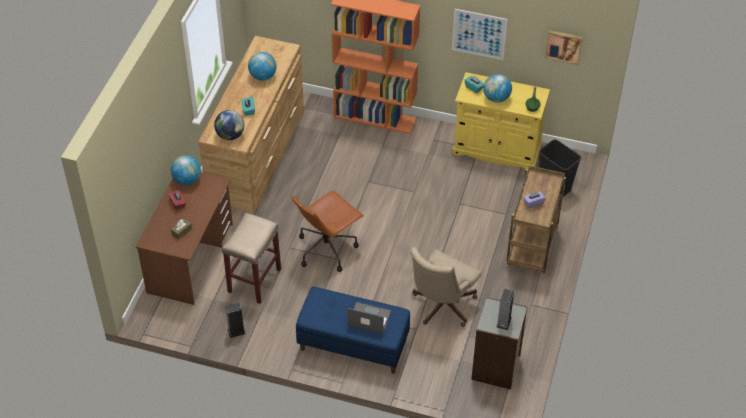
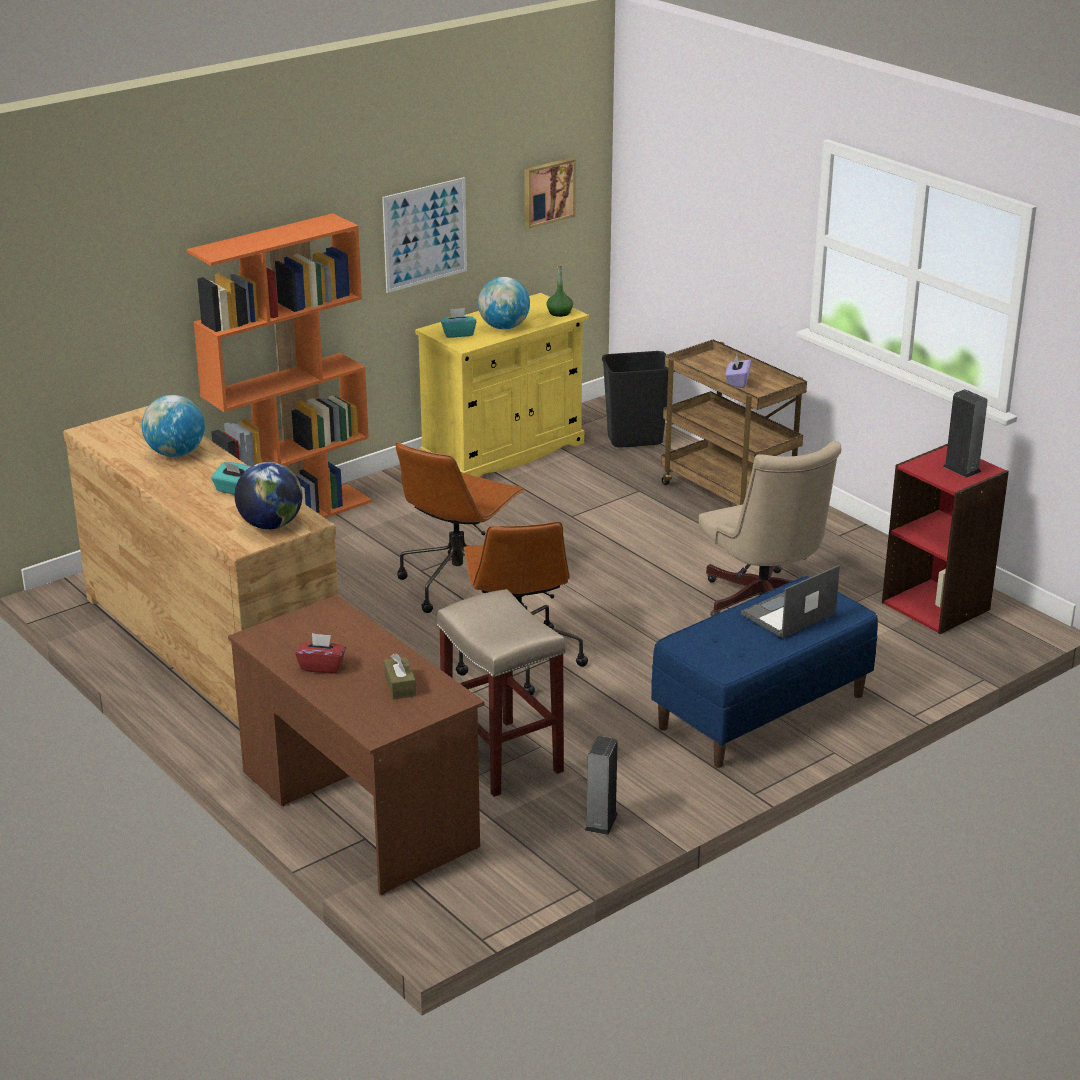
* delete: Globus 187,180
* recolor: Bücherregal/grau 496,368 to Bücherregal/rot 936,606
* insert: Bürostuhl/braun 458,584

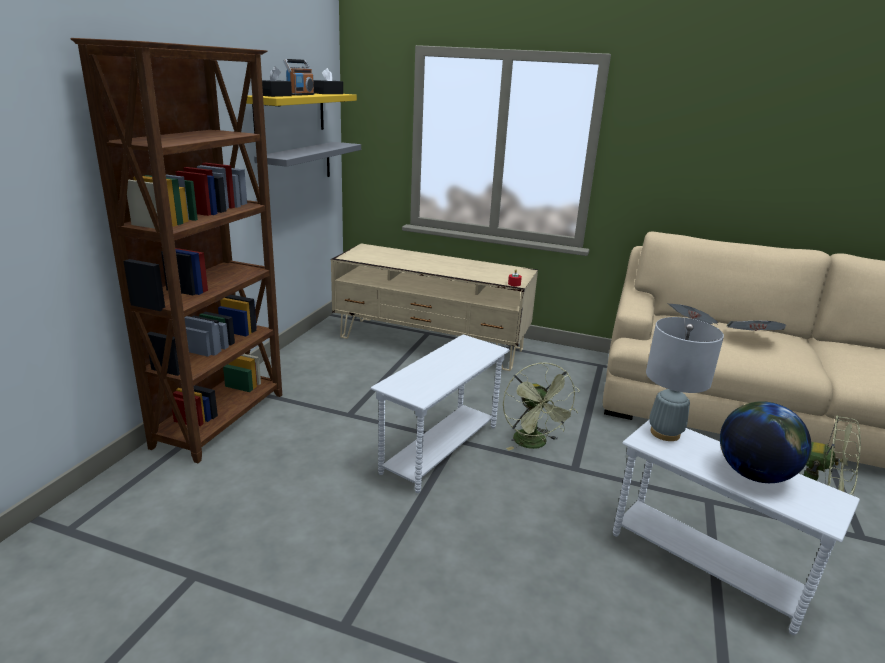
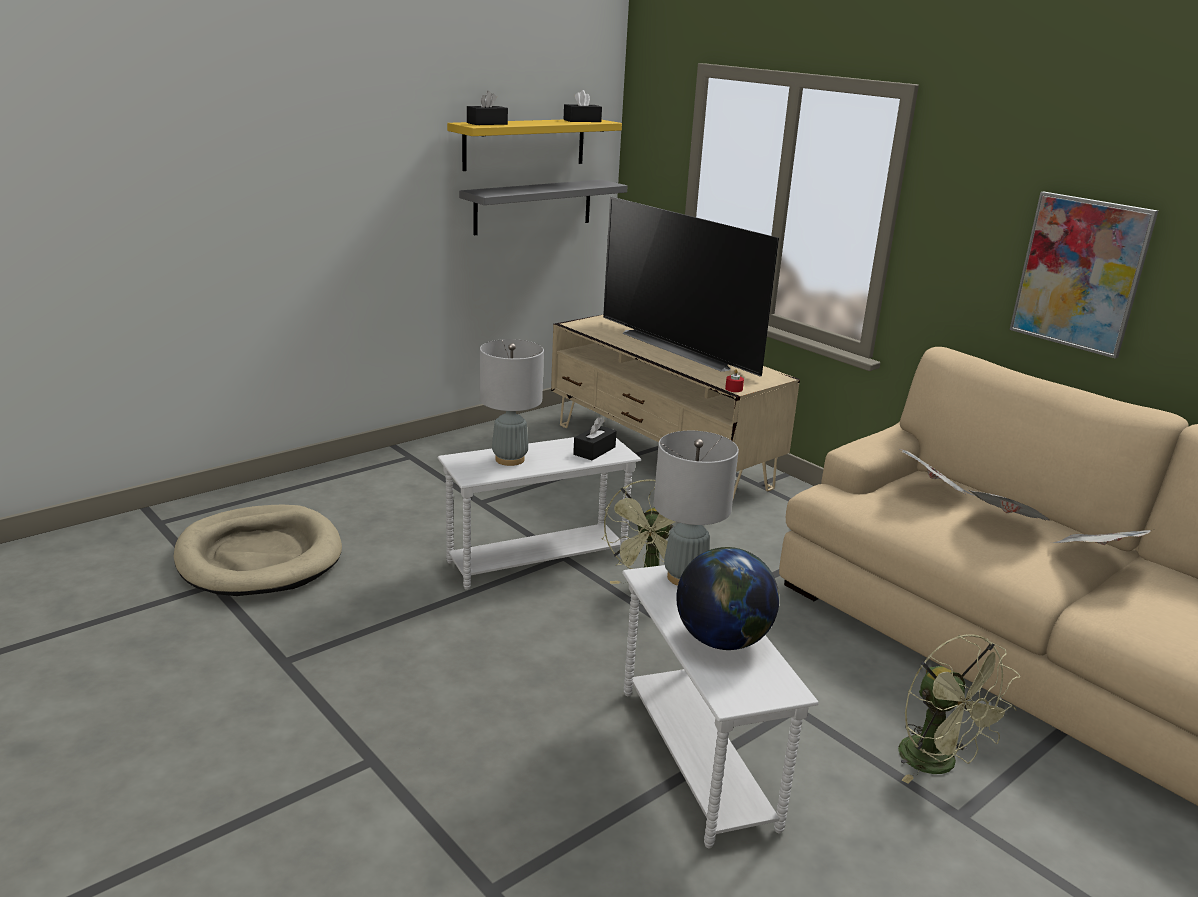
* delete: Bücherregal/braun 223,419
* delete: Radio 300,95
* insert: Bild 1080,273
* insert: Fernseher 682,348
* insert: Tischlampe/grau 510,459
* insert: Taschentuchbox/schwarz 594,451
* insert: Hundebett/beige 259,557
* insert: Zeitung 1094,557

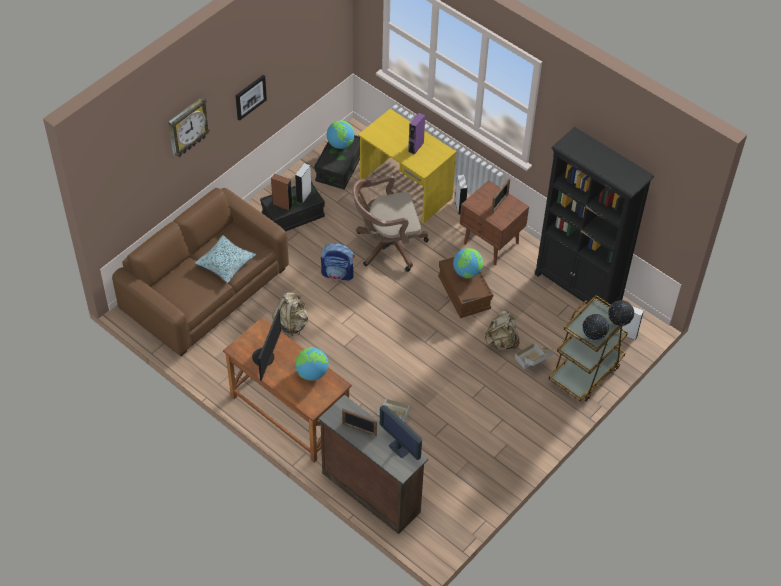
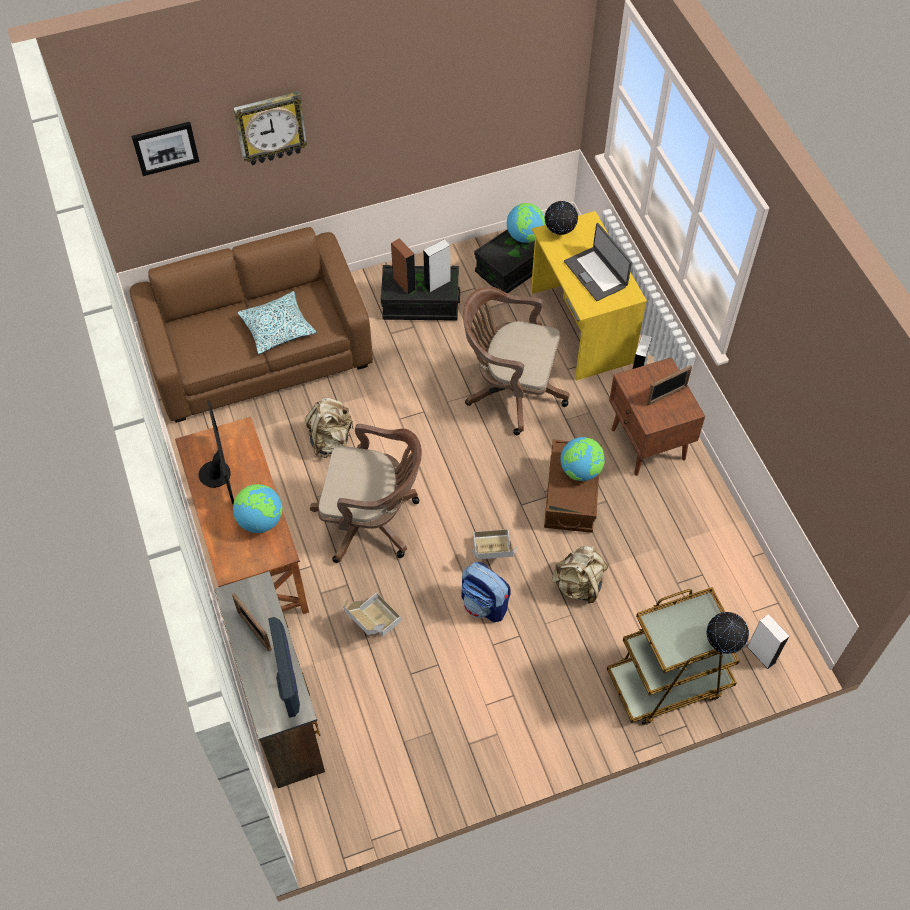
* move: Bild 250,97 to 165,147
* replace: Lautsprecher/lila 416,147 to Laptop 596,274
* delete: Bücherregal/schwarz 578,287
* move: Rucksack 338,273 to 485,604
* rotate: Monitor 266,358 = 218,473 60 degrees counterclockwise
* move: Globus 593,336 to 559,232
* move: Karton 533,363 to 492,554
* insert: Bürostuhl/braun 372,521

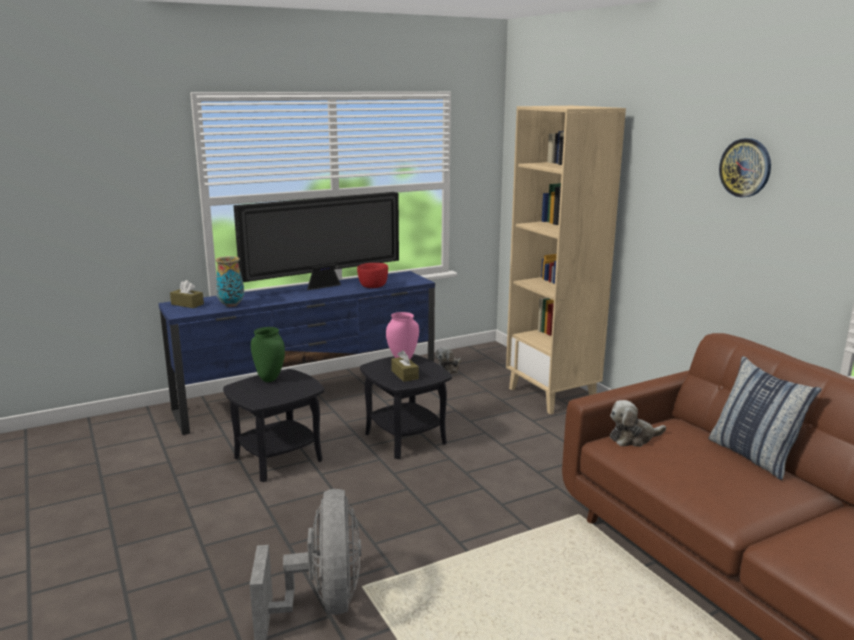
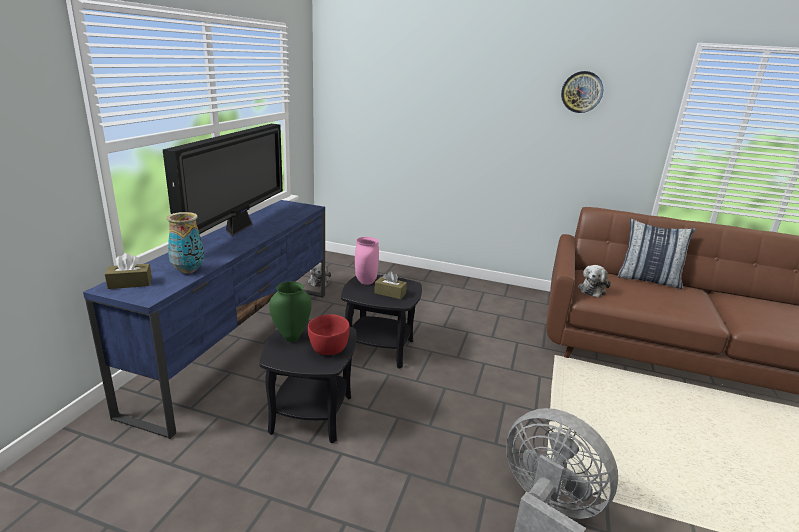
* delete: Bücherregal/beige 552,395
* move: Schüssel/rot 372,287 to 328,349

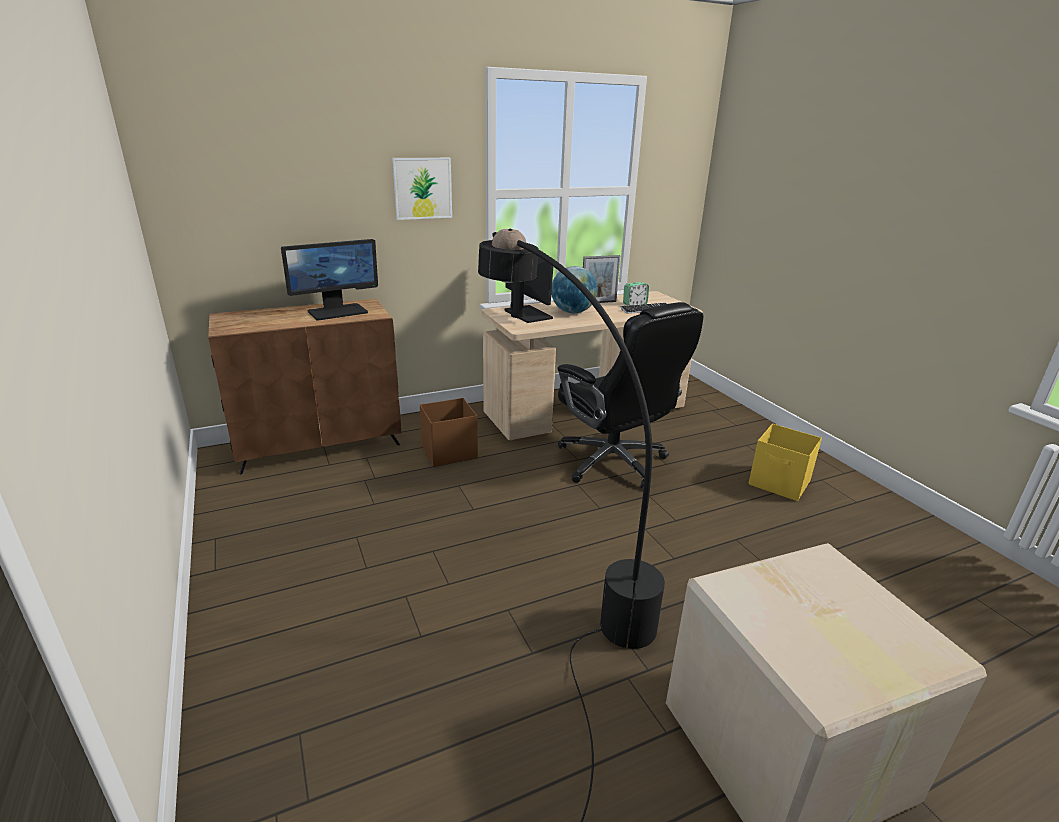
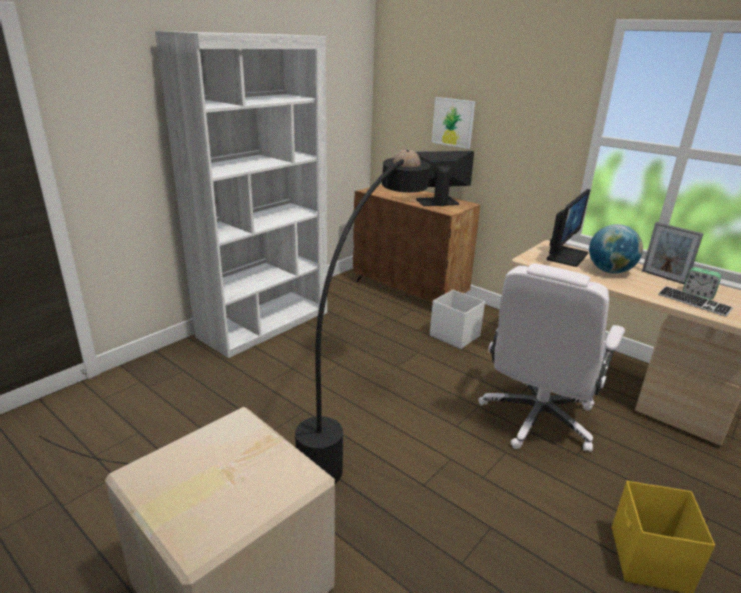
* move: Bild 422,188 to 453,122
* rotate: Monitor 337,312 = 437,202 135 degrees clockwise
* recolor: Bürostuhl/schwarz 614,463 to Bürostuhl/weiß 537,419
* recolor: Aufbewahrungsbox/braun 448,452 to Aufbewahrungsbox/weiß 454,335
* insert: Bücherregal/weiß 265,324

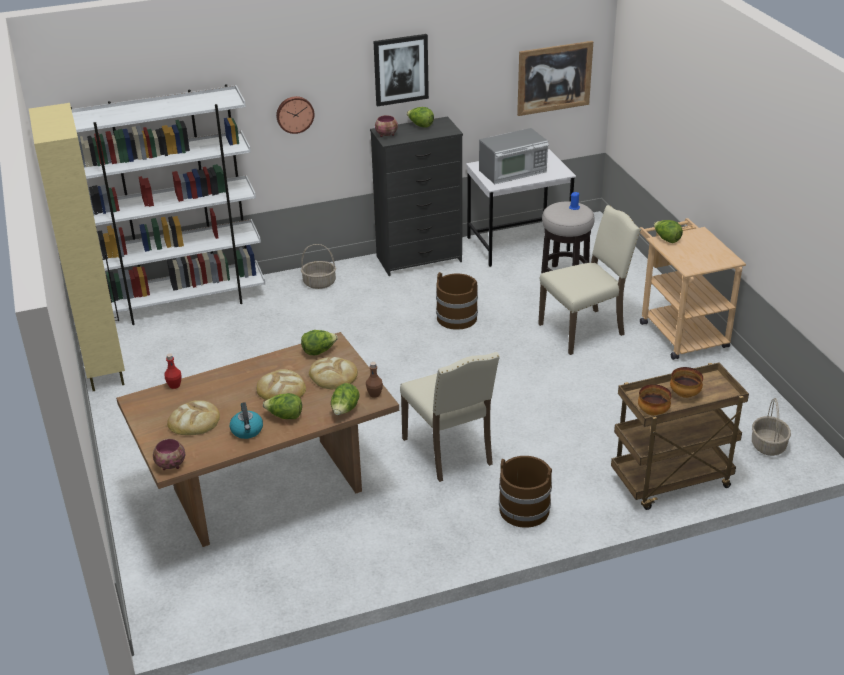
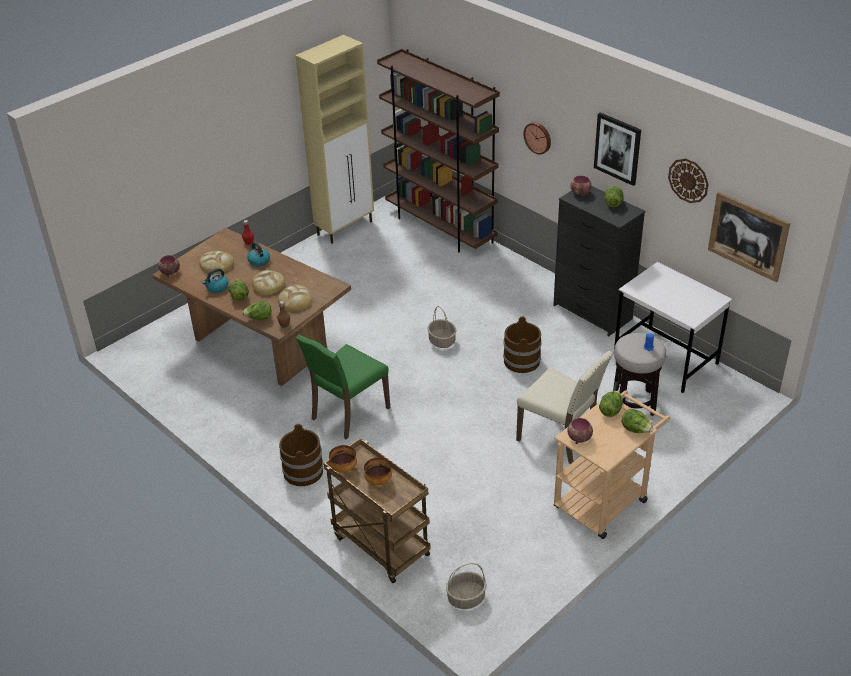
* recolor: Bücherregal/weiß 184,302 to Bücherregal/braun 440,228
* delete: Mikrowelle 513,171
* move: Korb 319,283 to 441,341
* move: Salatkopf 319,351 to 635,430
* recolor: Stuhl/beige 450,452 to Stuhl/grün 348,413
* insert: Wanduhr 688,180
* insert: Wasserkessel 258,261
* insert: Schüssel 578,438

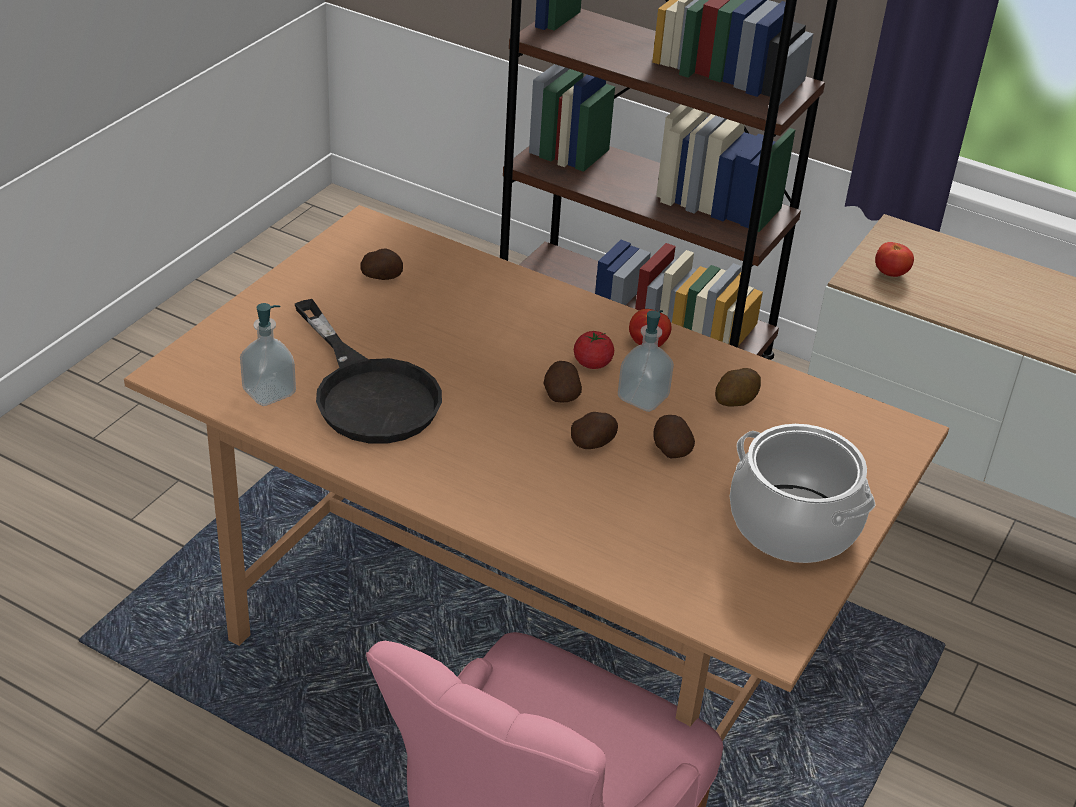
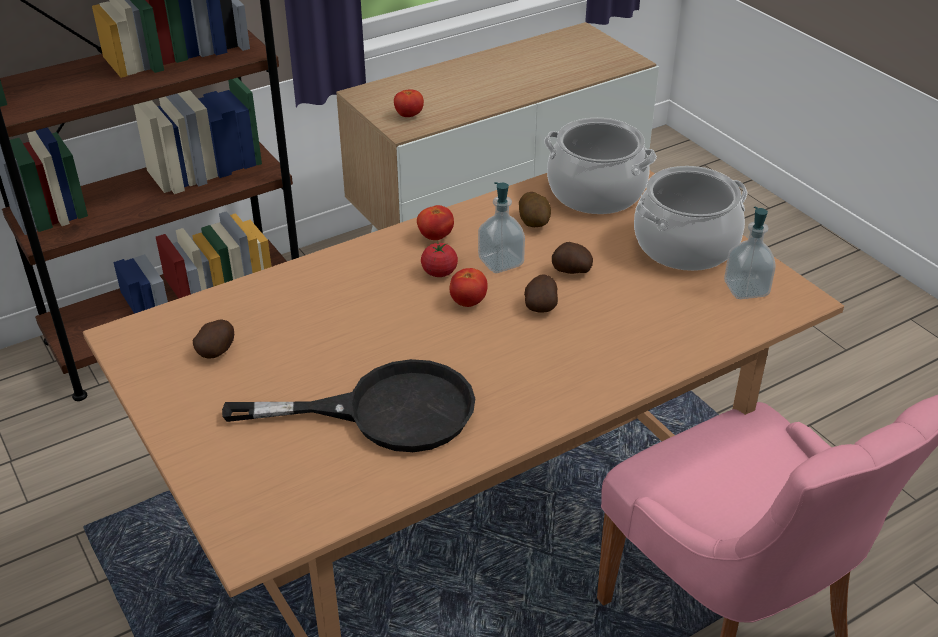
* move: Seifenspender 269,392 to 746,289
* replace: Kartoffel 560,395 to Tomate 468,302
* insert: Kochtopf 595,193

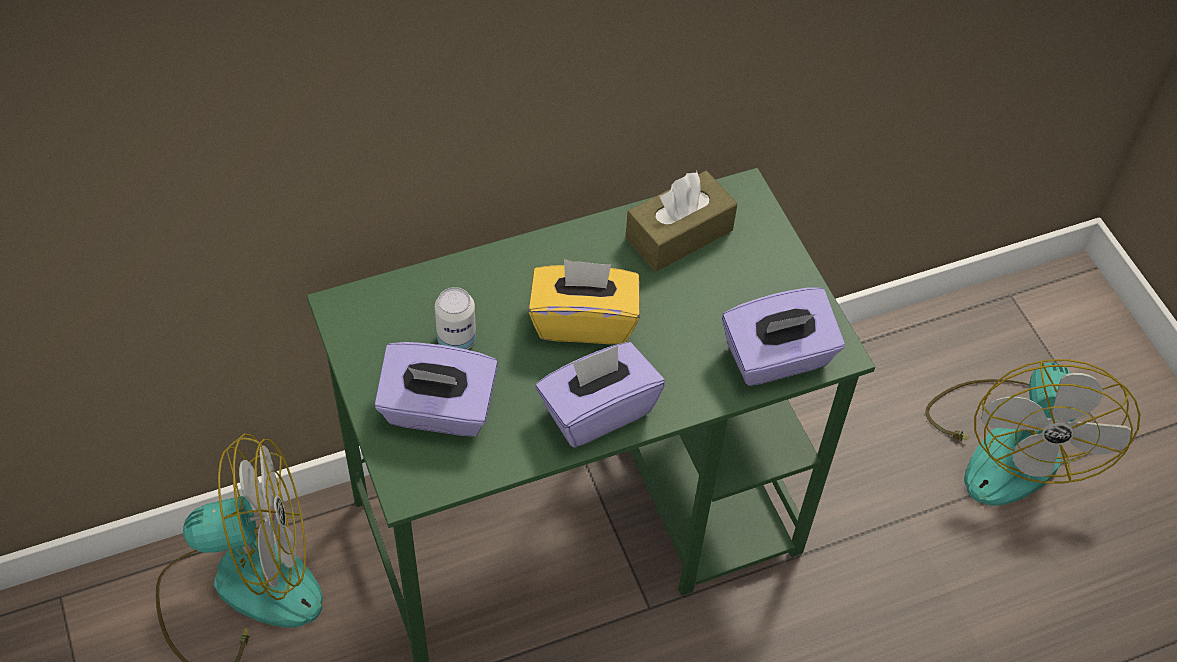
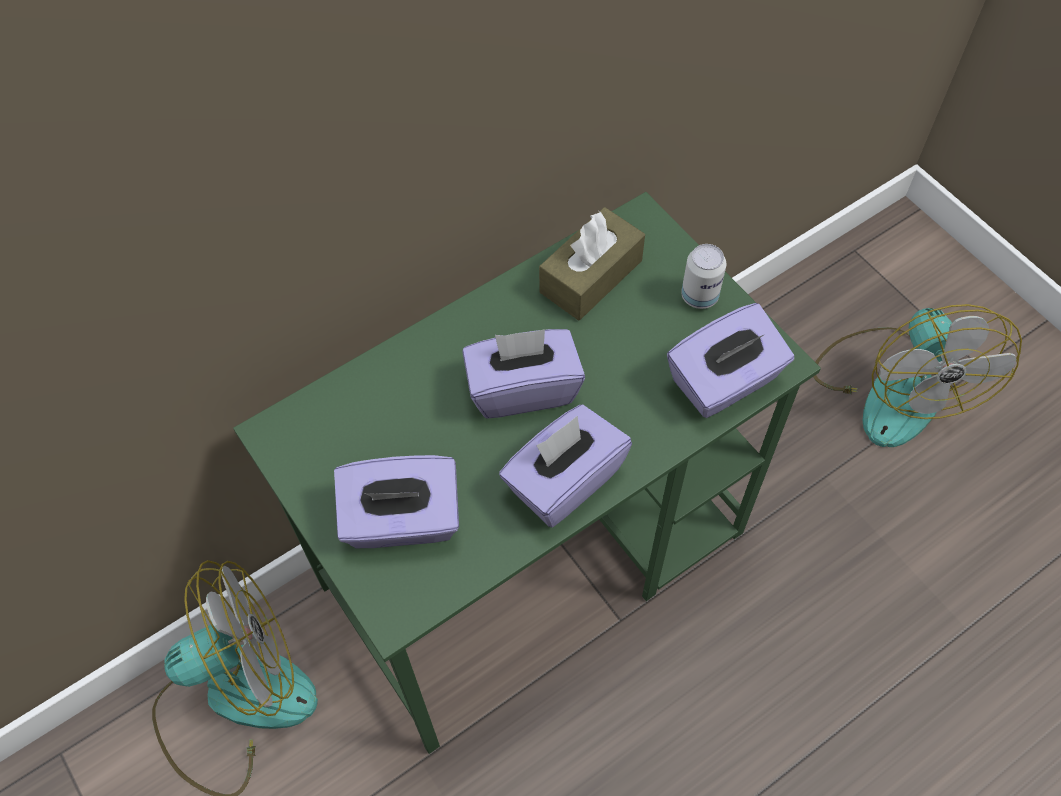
* recolor: Taschentuchbox/gelb 583,321 to Taschentuchbox/lila 523,388
* move: Dose 456,340 to 699,296

